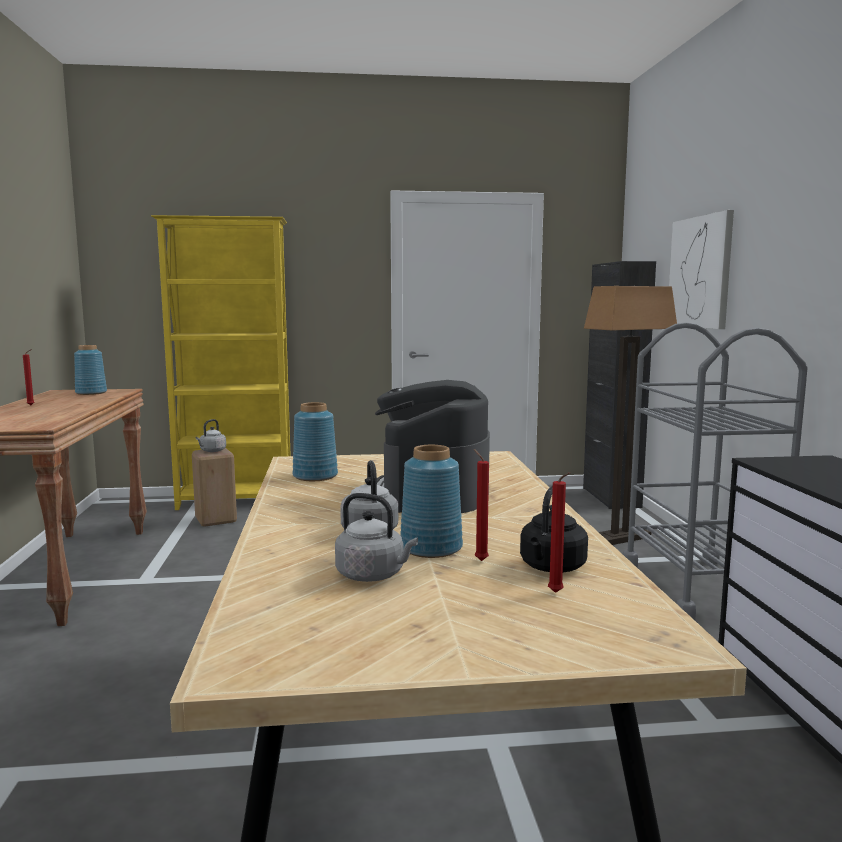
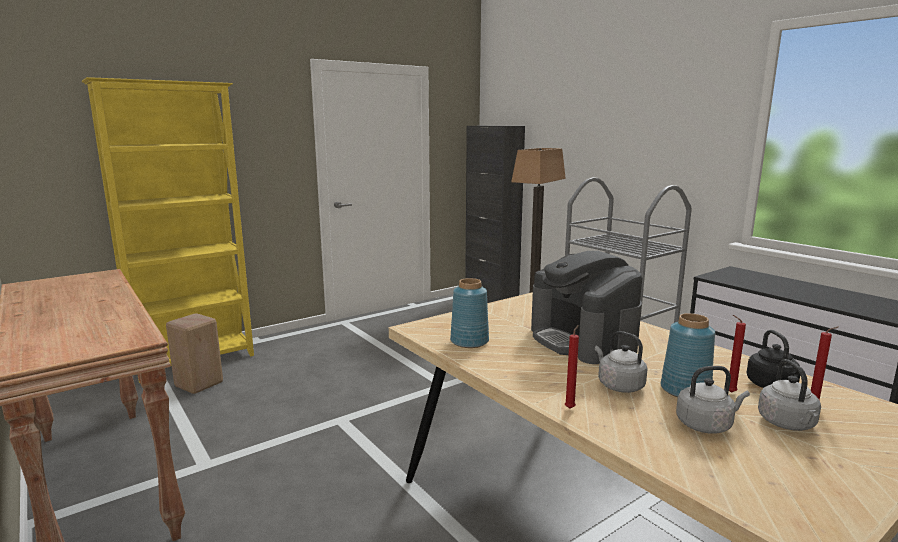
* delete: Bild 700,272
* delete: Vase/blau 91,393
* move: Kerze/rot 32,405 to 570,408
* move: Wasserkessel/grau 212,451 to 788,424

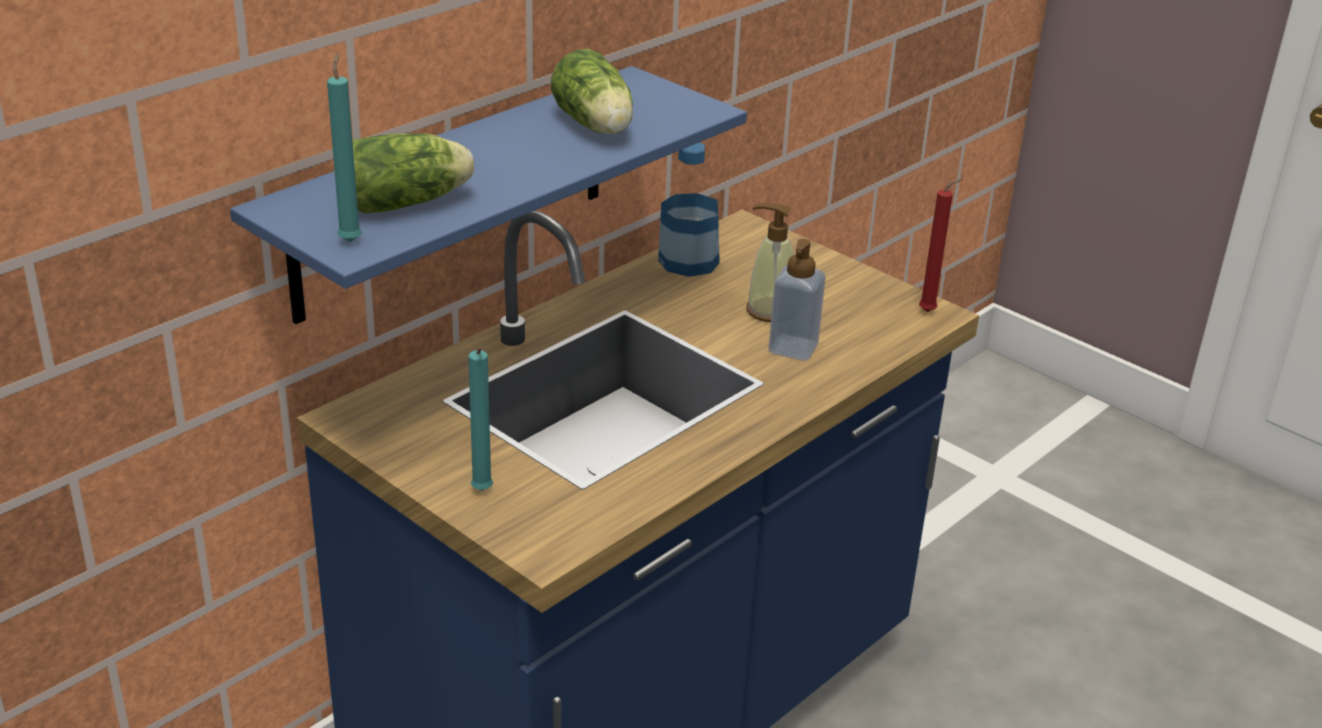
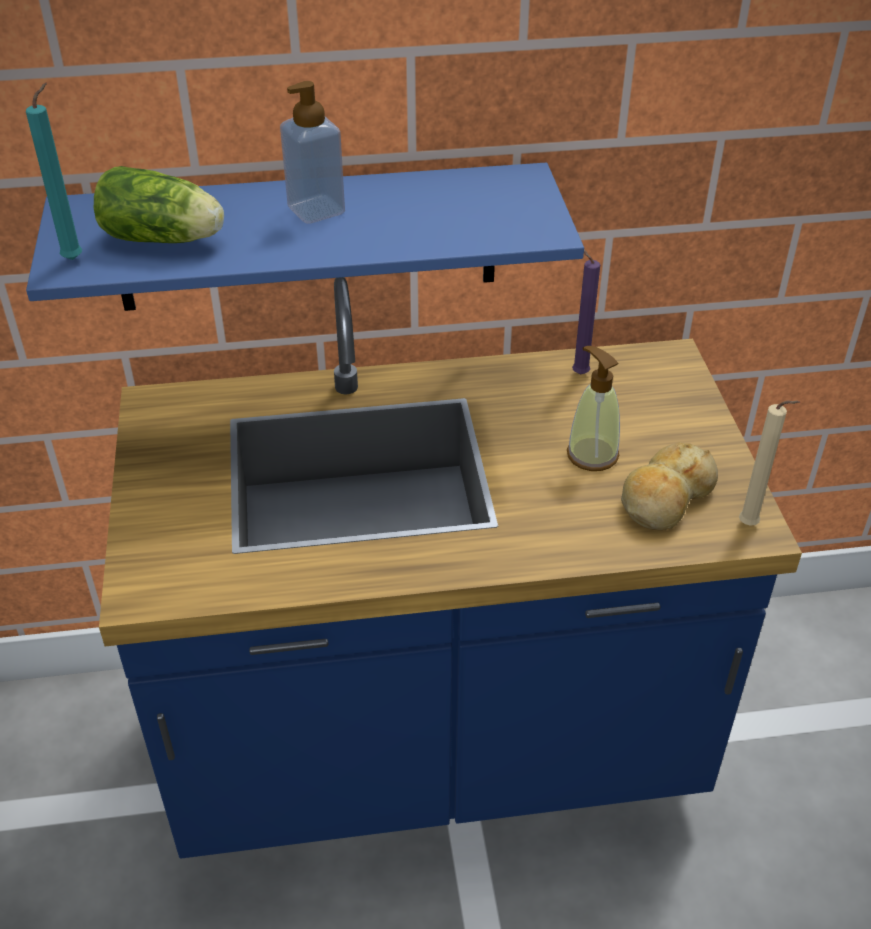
* delete: Salatkopf 595,126
* replace: Flasche 688,261 to Kerze/lila 578,373
* recolor: Kerze/rot 930,312 to Kerze/beige 751,526
* move: Seifenspender 793,348 to 316,210
* delete: Kerze/türkis 482,493
* insert: Brot 665,499

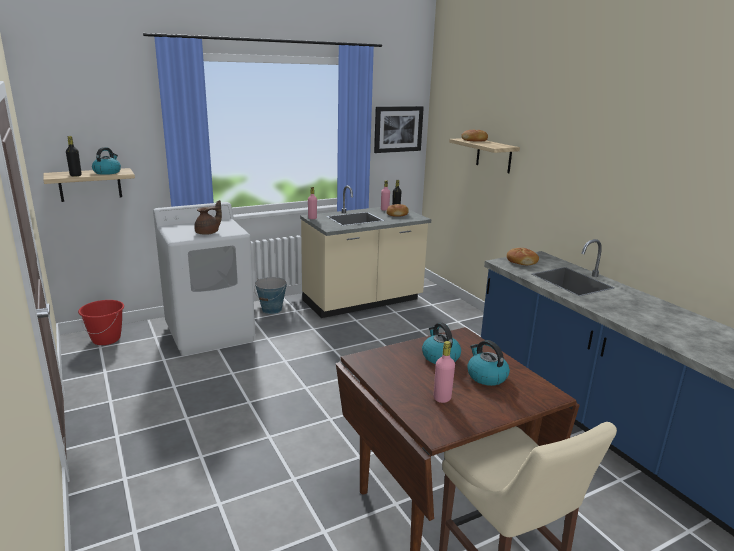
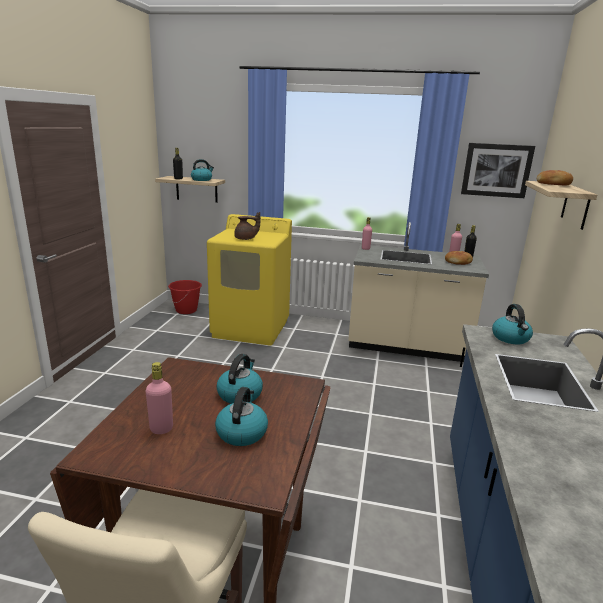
* recolor: Waschmaschine/weiß 210,333 to Waschmaschine/gelb 251,328
* replace: Brot 521,261 to Wasserkessel 511,338
* delete: Eimer 272,309

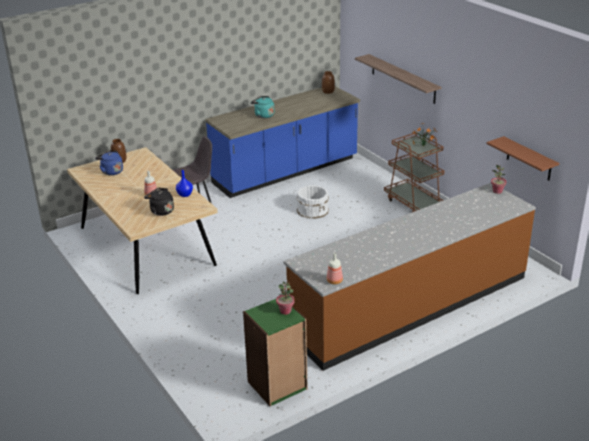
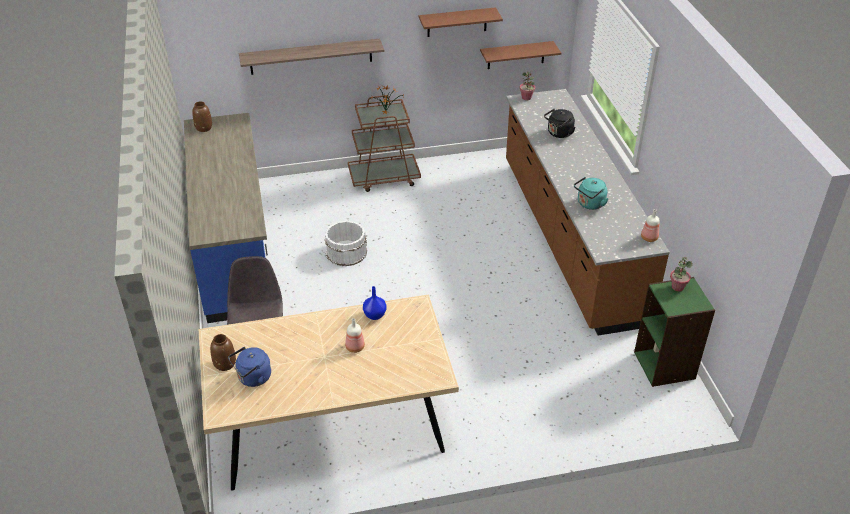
* move: Wasserkessel/türkis 263,115 to 589,204
* move: Wasserkessel/schwarz 160,211 to 559,134
* insert: Wandregal/braun 457,22

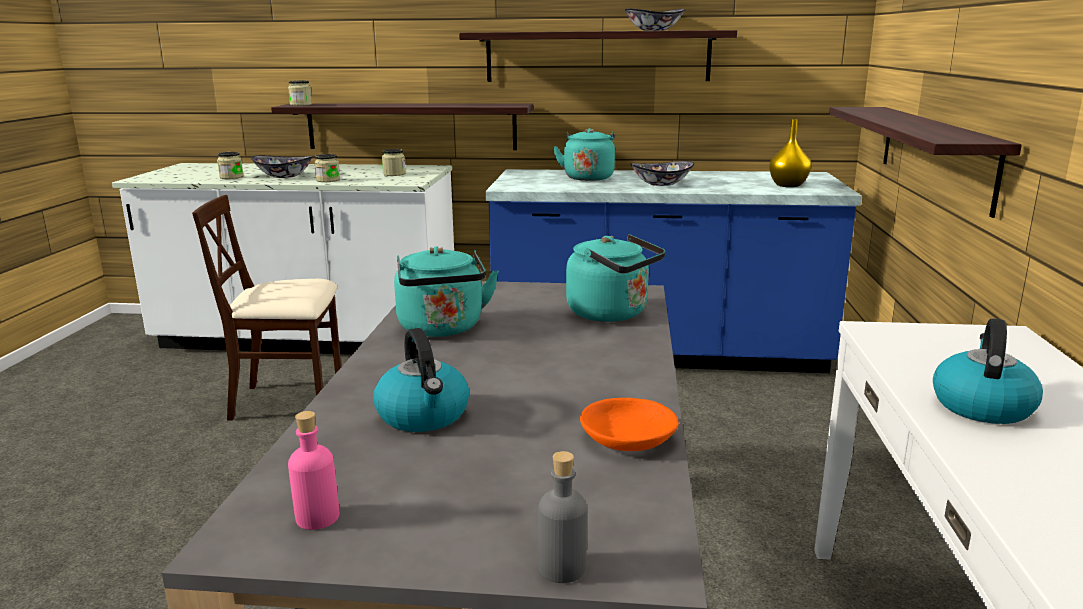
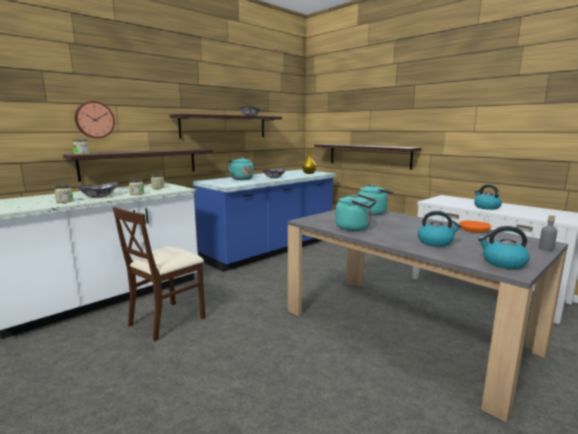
* replace: Flasche/rosa 317,517 to Wasserkessel 503,263
* insert: Wanduhr 94,120

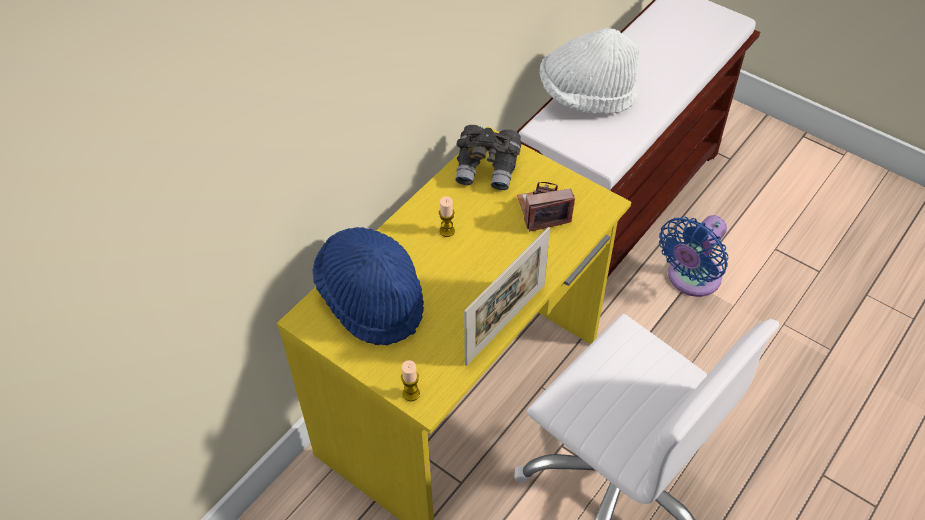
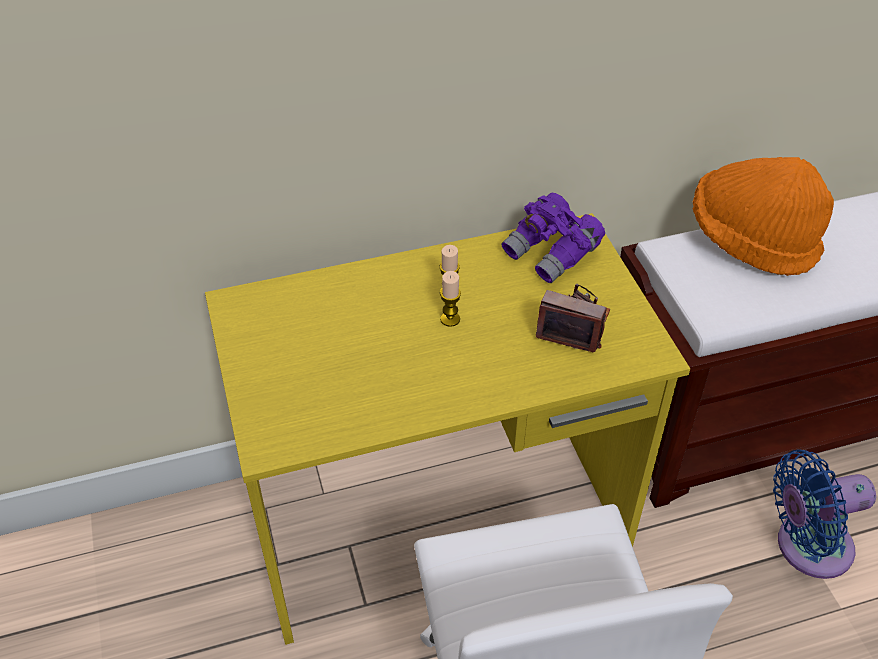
* recolor: Hut/weiß 586,96 to Hut/orange 751,241
* recolor: Fernglas/grau 488,168 to Fernglas/lila 552,254
* delete: Hut/blau 372,299
* delete: Bilderrahmen 505,323
* move: Kerze 411,393 to 450,319

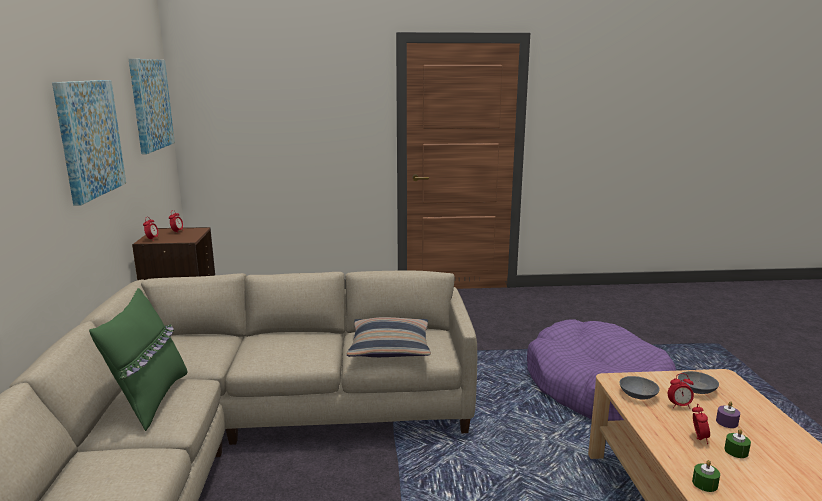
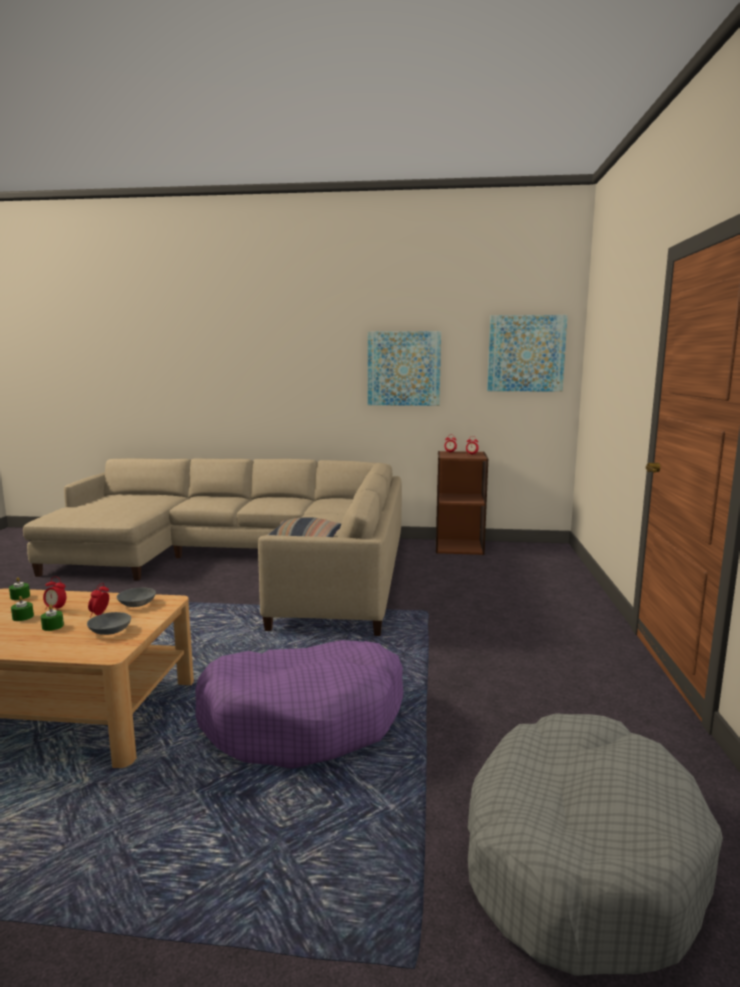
* delete: Kissen/grün 150,400
* recolor: Kerze/lila 726,422 to Kerze/grün 53,626
* insert: Hundebett/grau 579,856

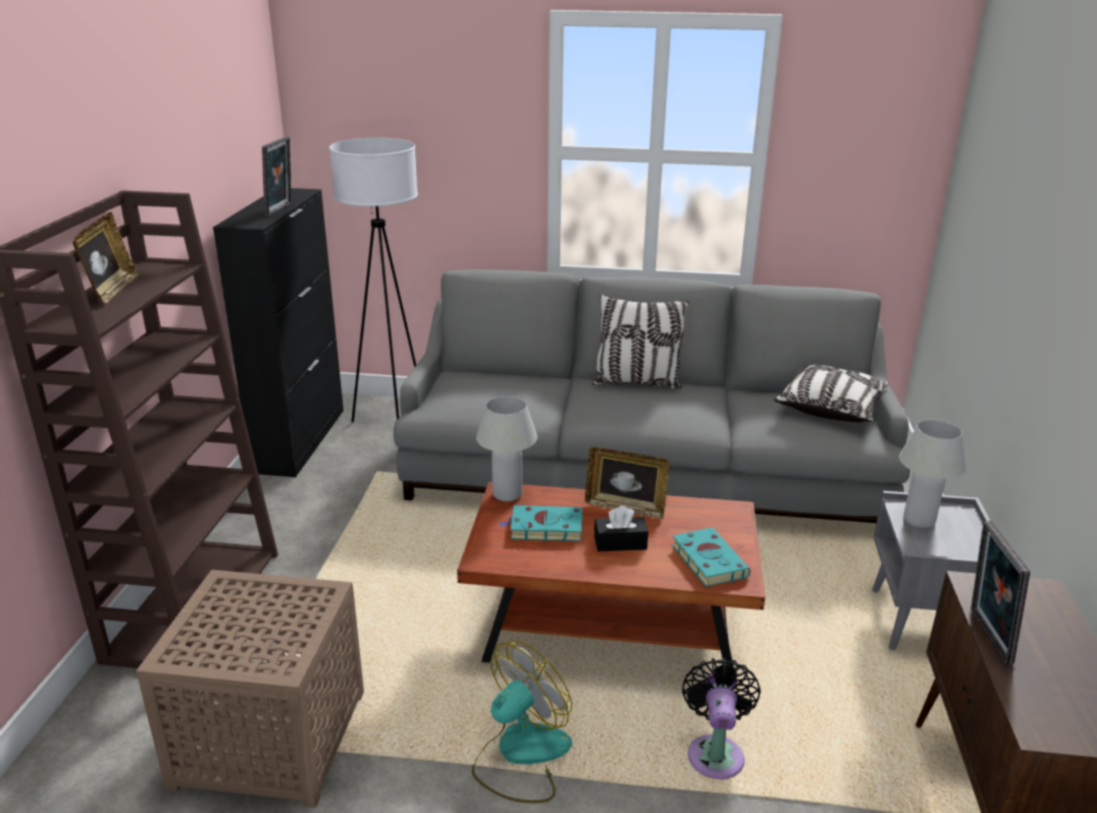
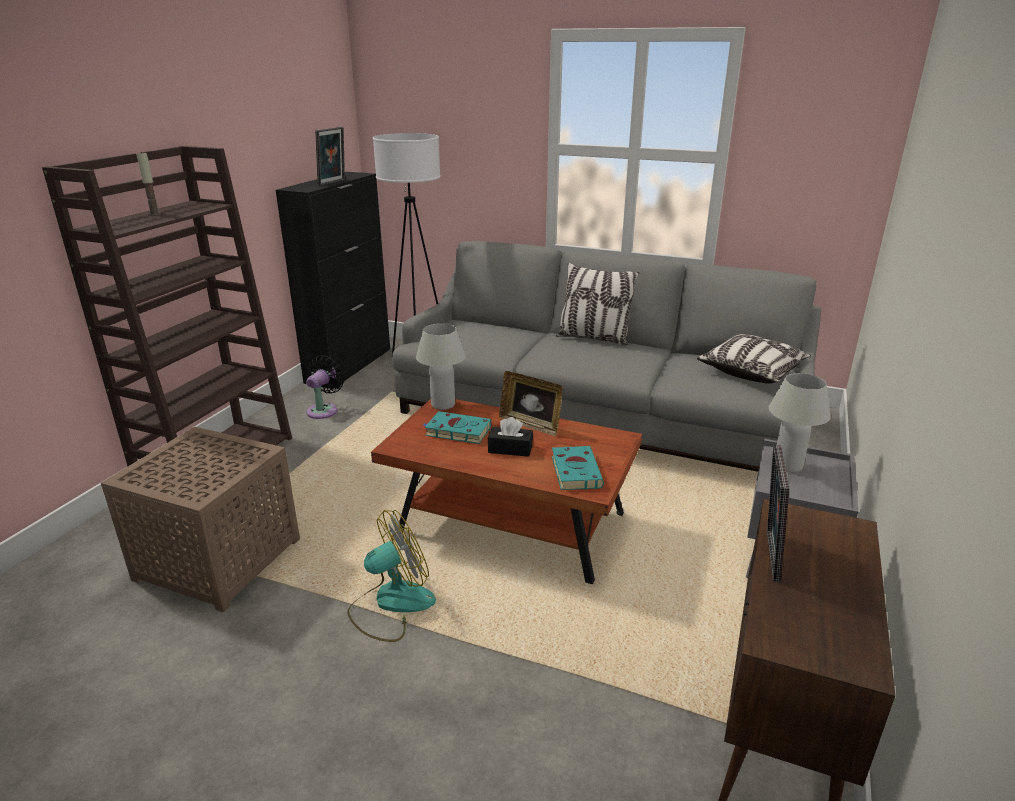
* replace: Bilderrahmen 112,290 to Kerze 155,214
* move: Ventilator/schwarz 715,752 to 324,410

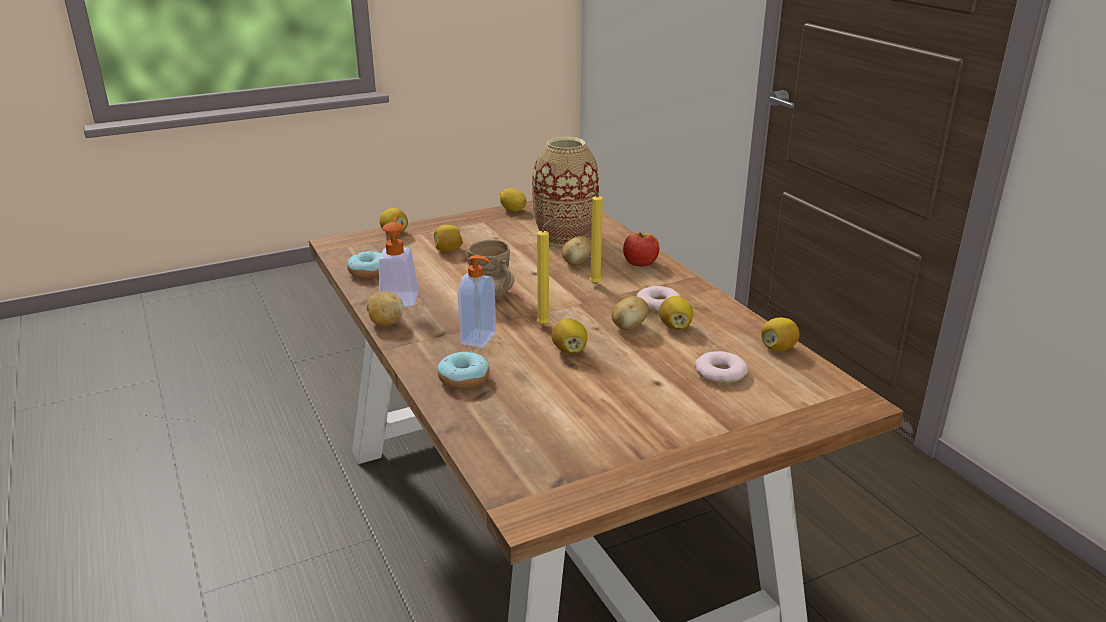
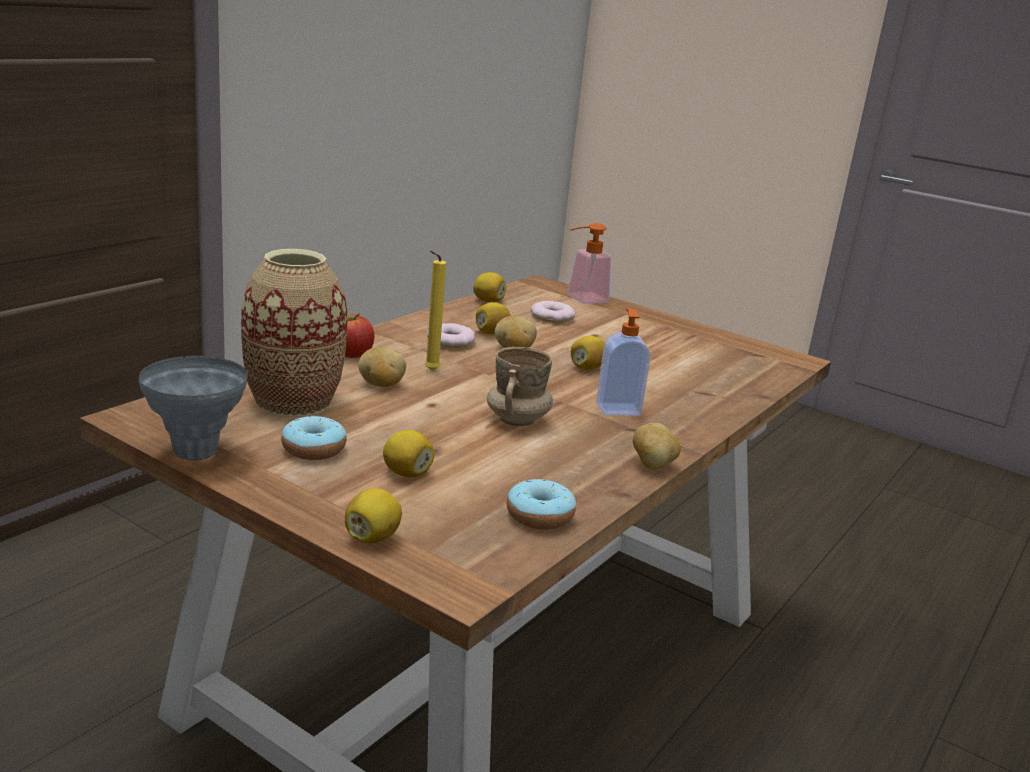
* replace: Zitrone 513,210 to Vase/grau 196,452
* move: Seifenspender 400,296 to 581,299
* delete: Kerze/gelb 545,324
* move: Donut 464,379 to 313,449

